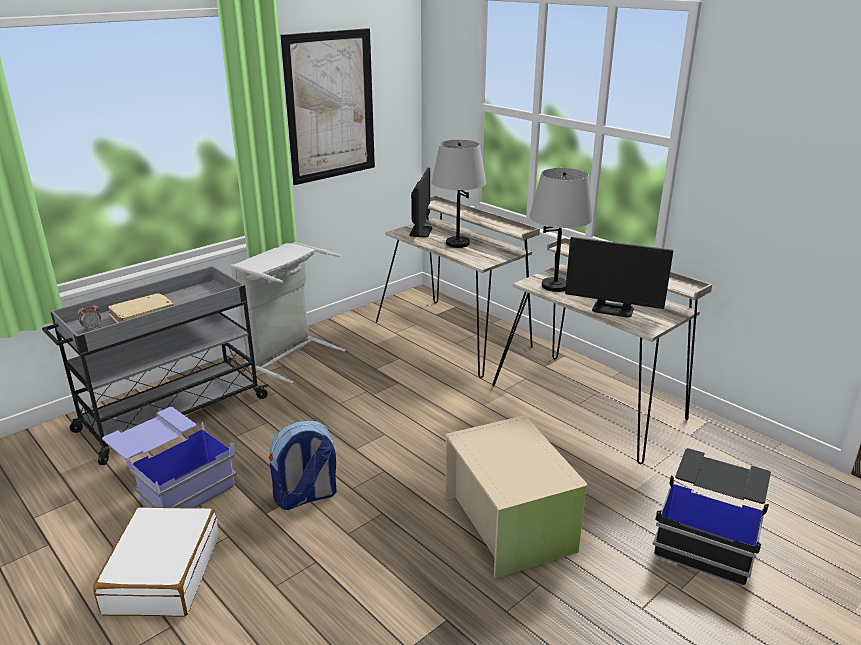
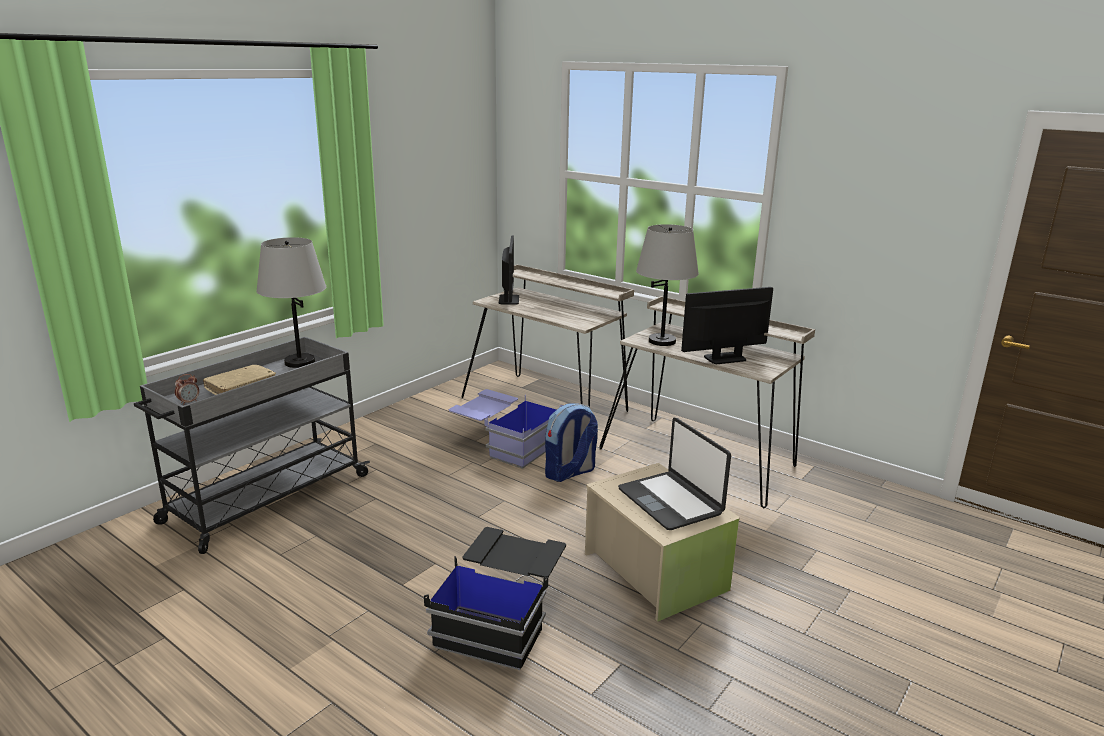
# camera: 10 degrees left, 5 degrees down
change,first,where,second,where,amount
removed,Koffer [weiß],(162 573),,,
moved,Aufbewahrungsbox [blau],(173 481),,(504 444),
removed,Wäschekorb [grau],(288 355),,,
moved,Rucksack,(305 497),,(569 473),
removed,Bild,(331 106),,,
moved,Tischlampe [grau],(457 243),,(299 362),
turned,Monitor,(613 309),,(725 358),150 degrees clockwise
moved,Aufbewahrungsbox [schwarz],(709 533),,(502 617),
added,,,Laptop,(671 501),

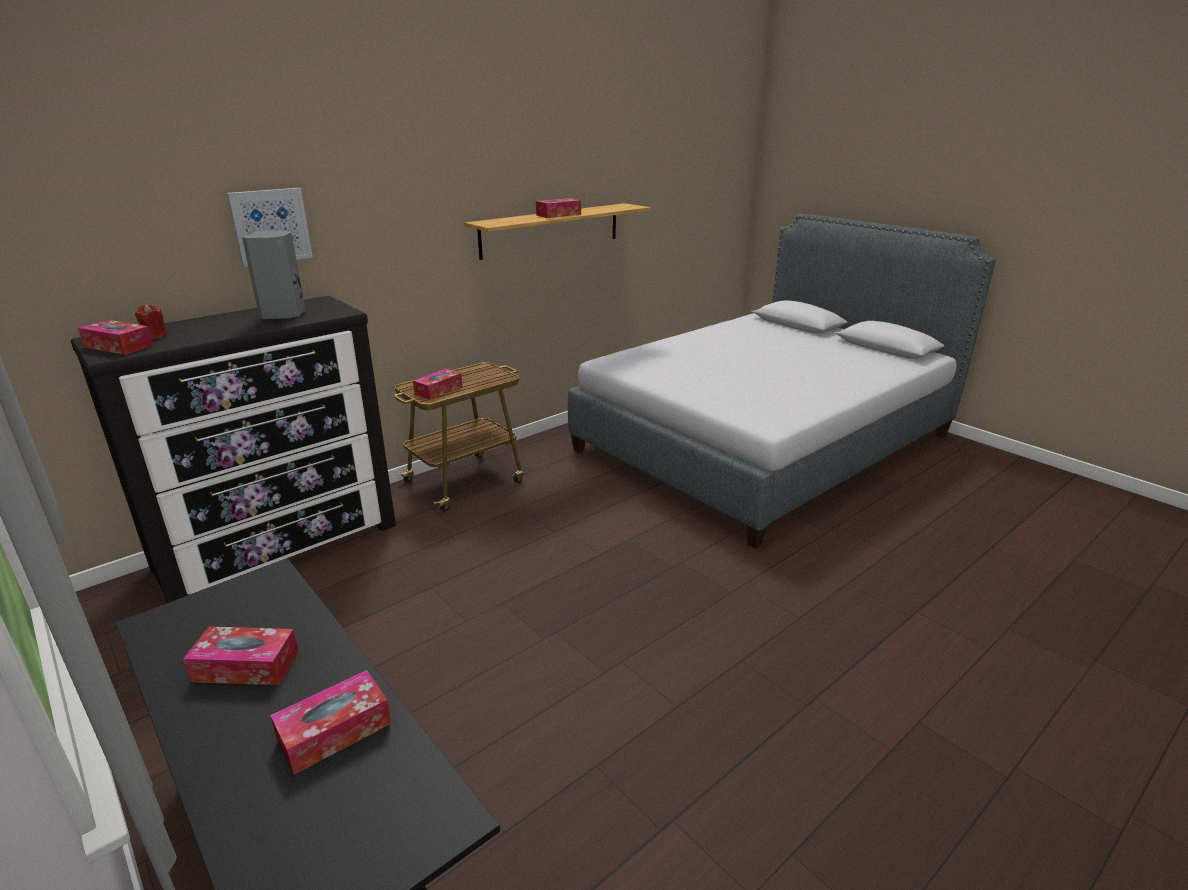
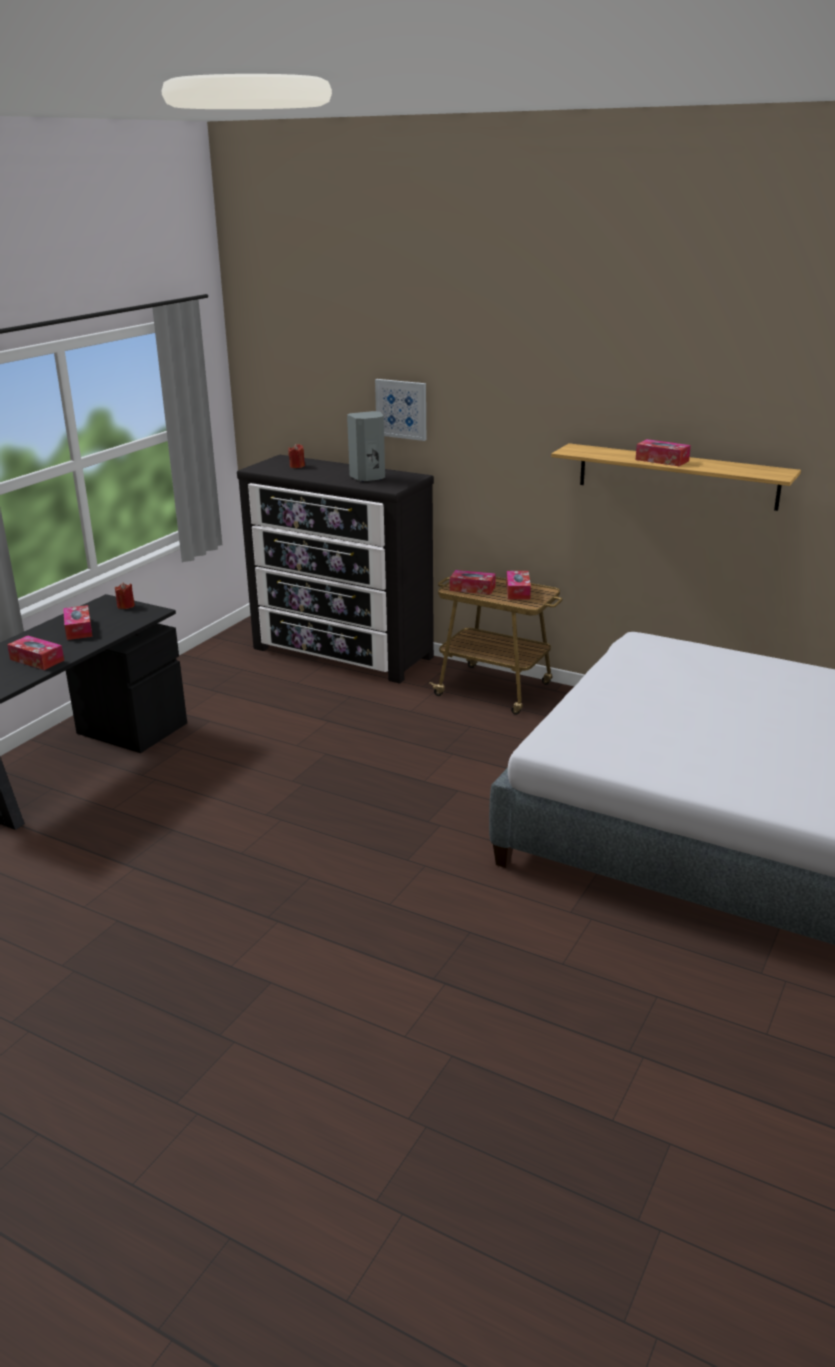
# camera: 70 degrees right, 0 degrees up
change,first,where,second,where,amount
moved,Taschentuchbox,(119 346),,(518 591),
added,,,Kerze [rot],(126 606),

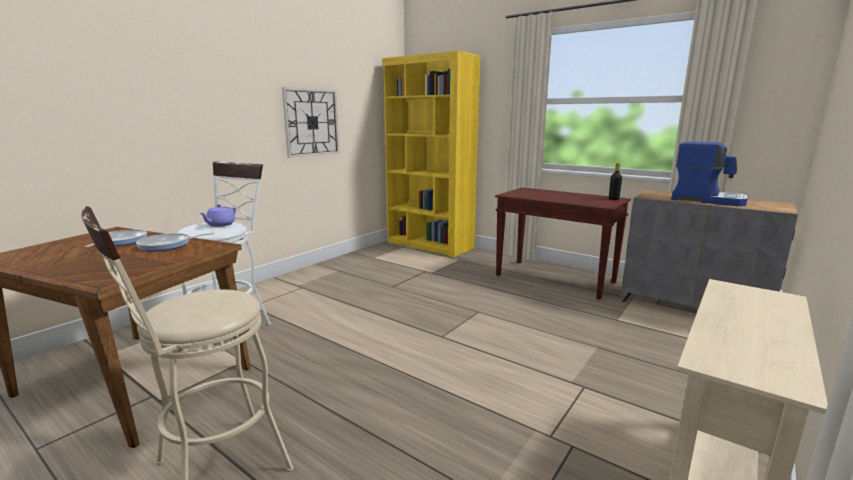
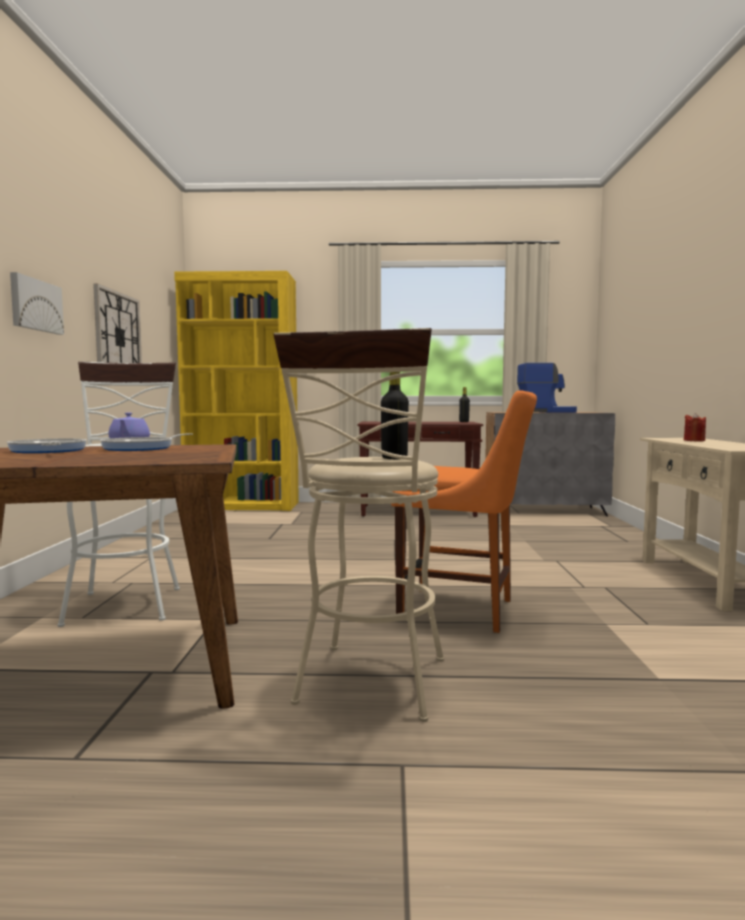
# camera: 35 degrees left, 10 degrees down
change,first,where,second,where,amount
added,,,Bild,(35 305),
added,,,Flasche [schwarz],(394 458),
added,,,Stuhl [orange],(463 610),
added,,,Kerze [rot],(694 440),

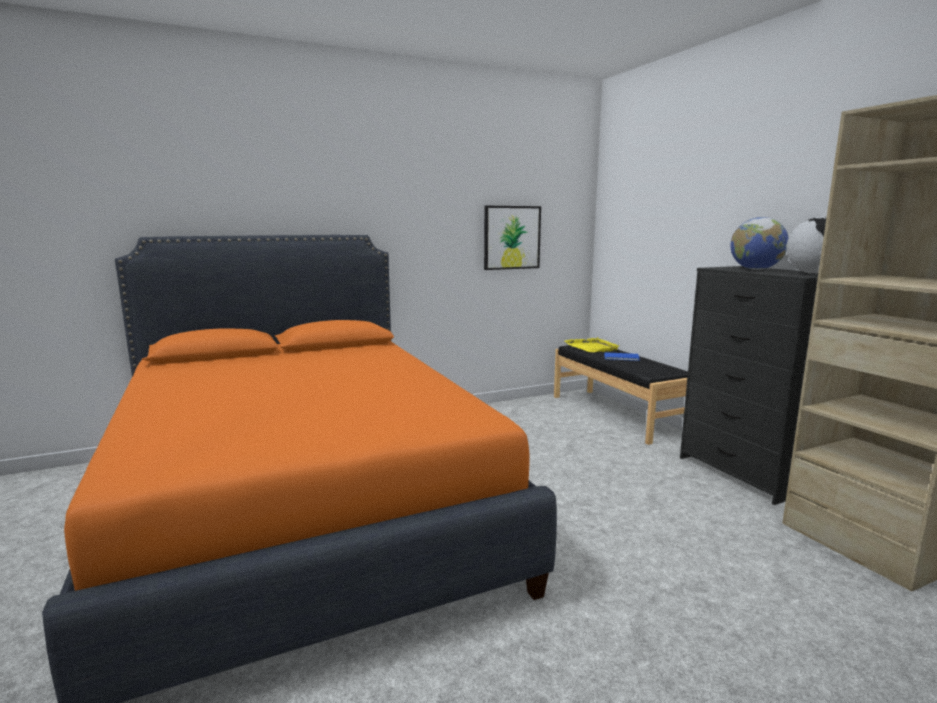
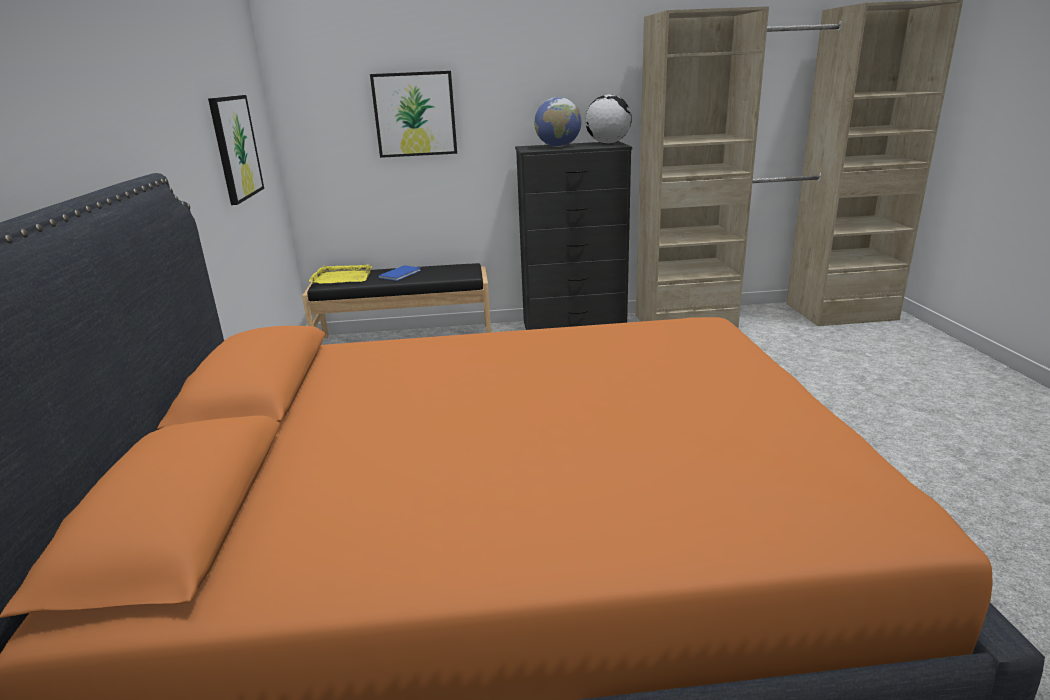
# camera: 70 degrees left, 10 degrees up
change,first,where,second,where,amount
added,,,Bild,(415 114),

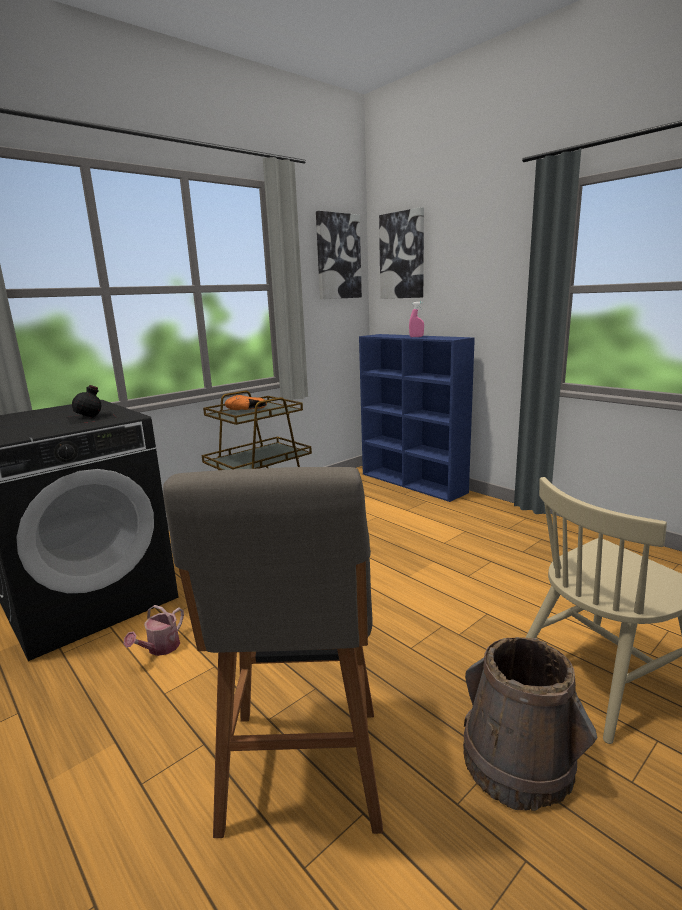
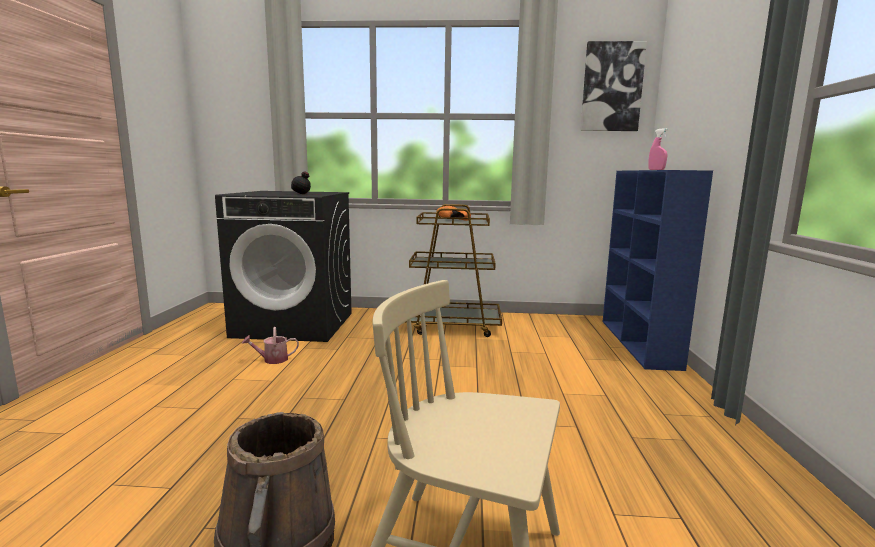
# camera: 45 degrees right, 5 degrees down
change,first,where,second,where,amount
removed,Hocker [grau],(302 774),,,
removed,Bild,(402 255),,,

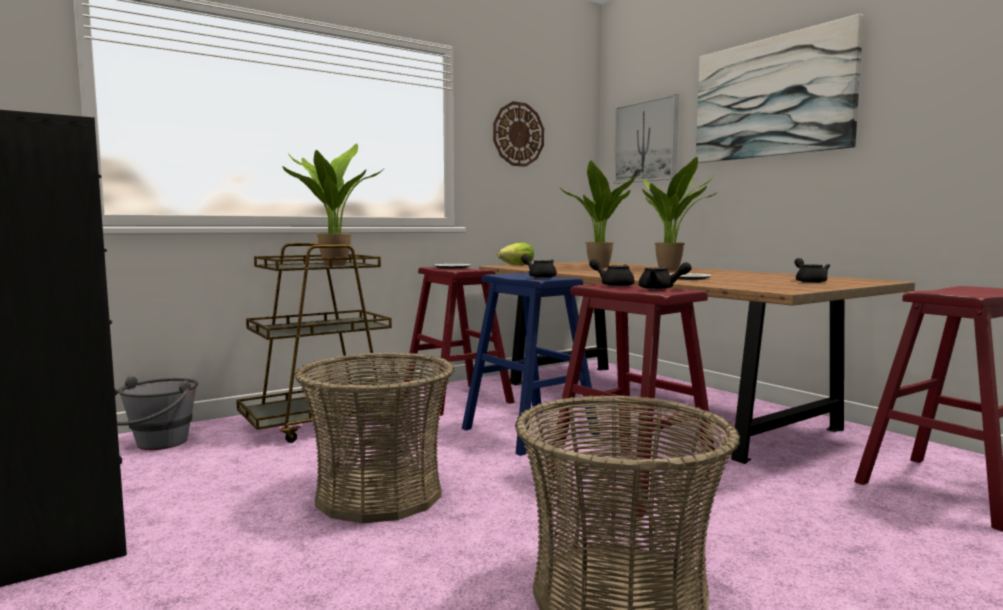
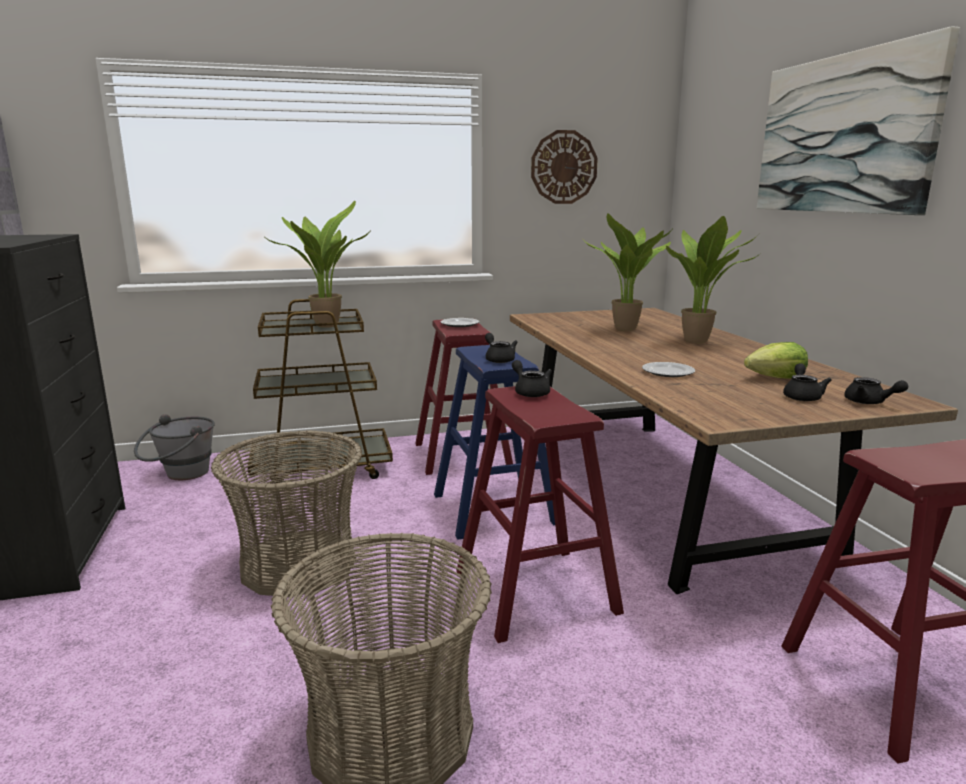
# camera: 20 degrees right, 10 degrees up
change,first,where,second,where,amount
moved,Salatkopf,(517 265),,(775 378),
removed,Bild,(646 141),,,
moved,Teekanne [schwarz],(661 289),,(869 402),

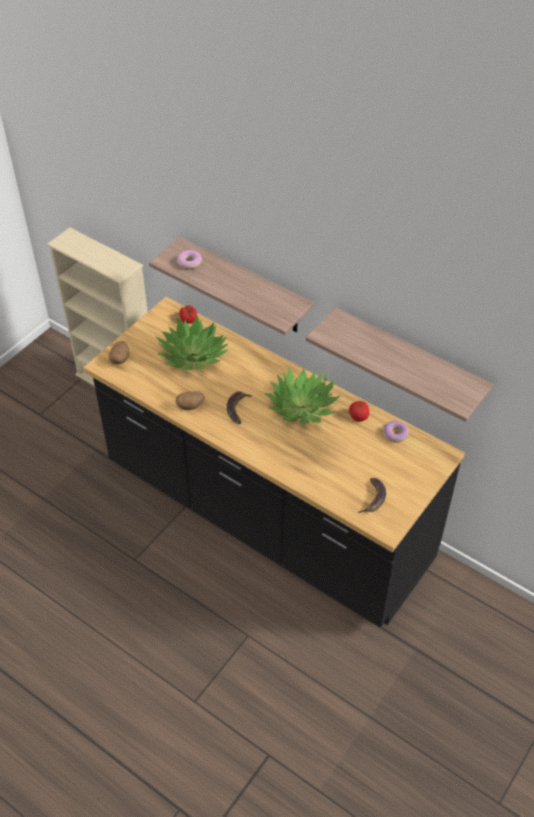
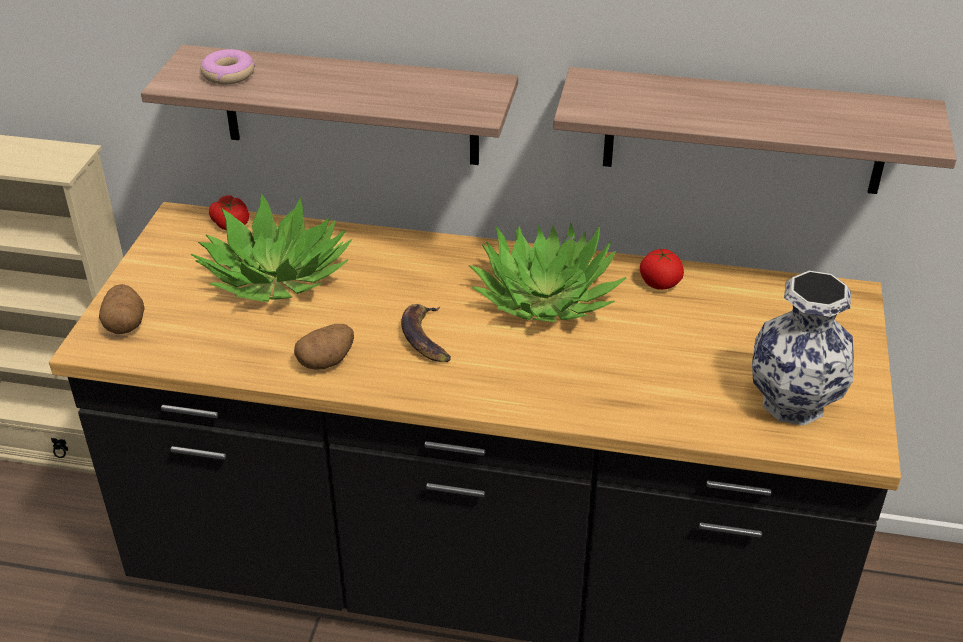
# camera: 25 degrees left, 10 degrees down
change,first,where,second,where,amount
replaced,Banane,(373 498),Vase,(794 404),
removed,Donut,(395 434),,,

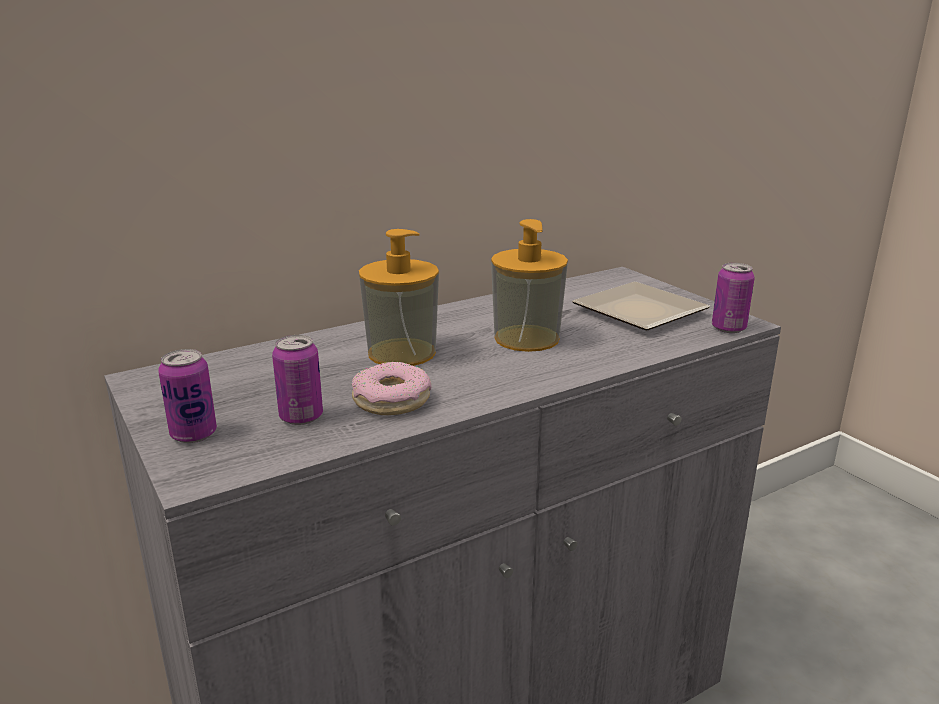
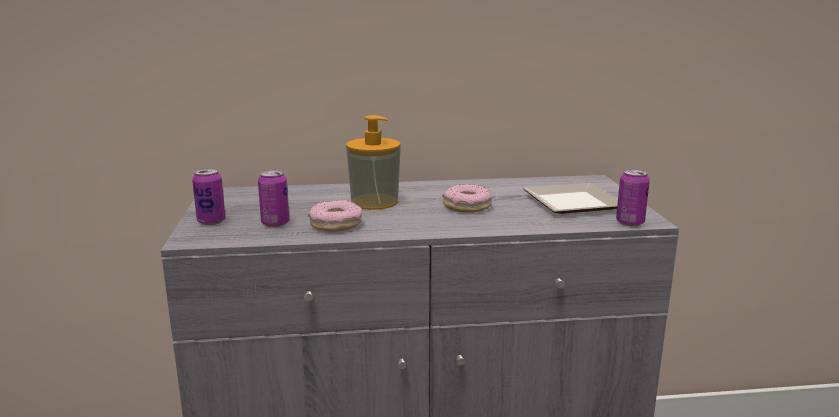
# camera: 25 degrees right, 5 degrees down
change,first,where,second,where,amount
replaced,Seifenspender,(526 338),Donut,(466 206),

